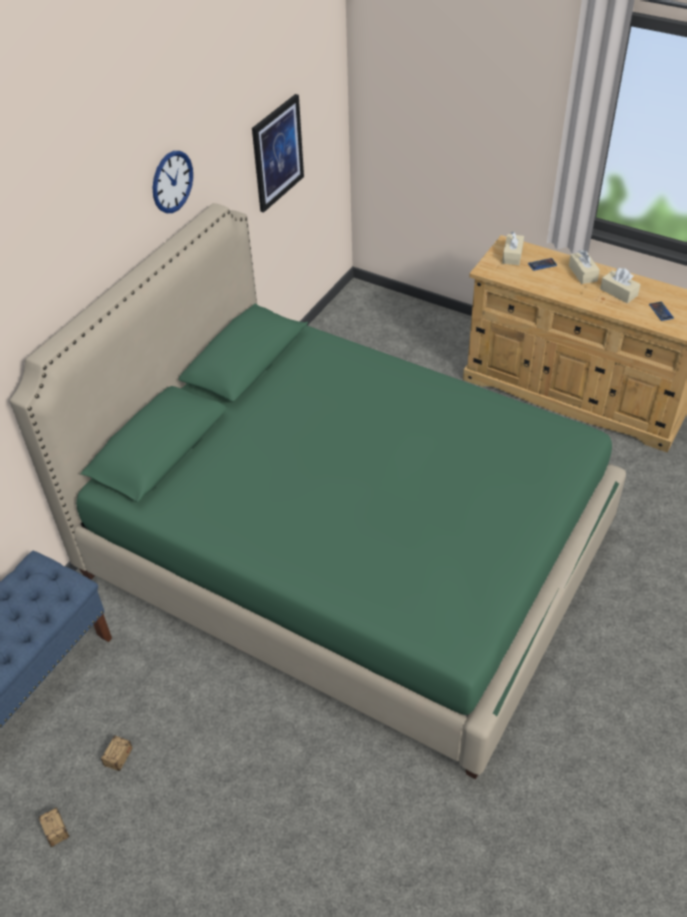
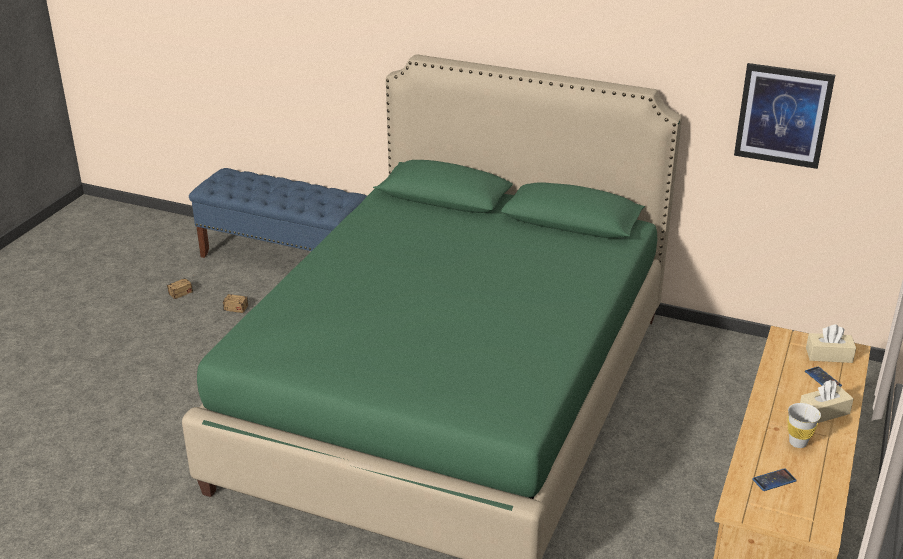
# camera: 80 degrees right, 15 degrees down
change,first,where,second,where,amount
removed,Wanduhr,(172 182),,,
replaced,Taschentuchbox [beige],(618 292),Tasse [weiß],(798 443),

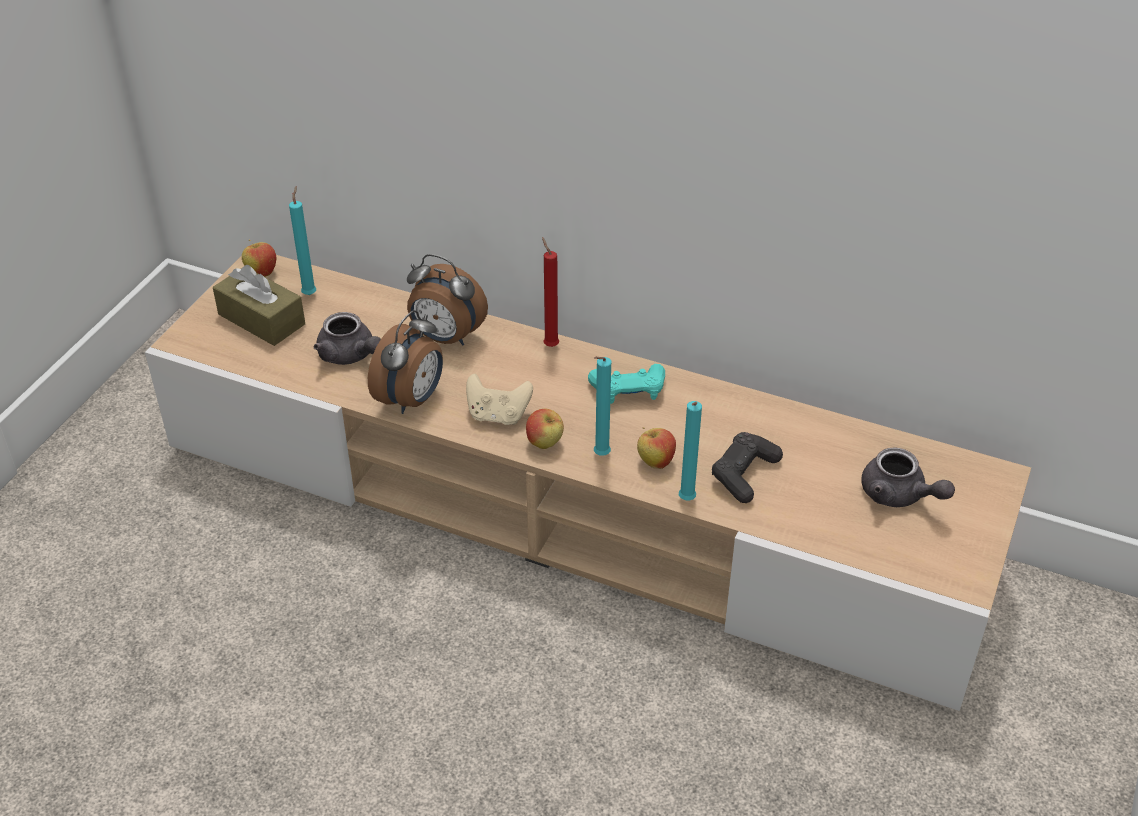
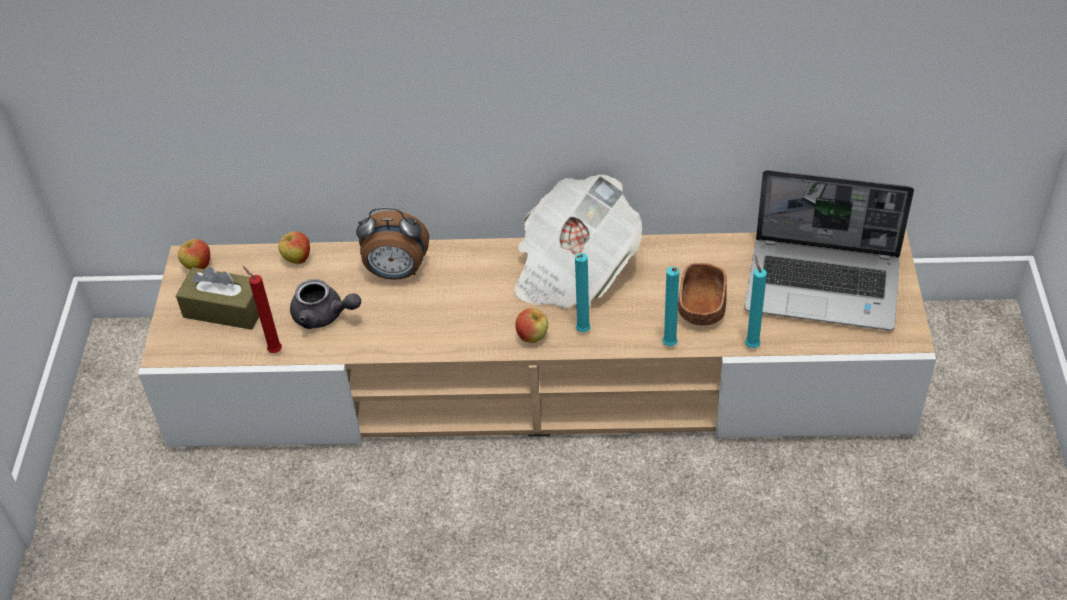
# camera: 20 degrees left, 5 degrees up
change,first,where,second,where,amount
moved,Kerze [türkis],(310 293),,(751 344),
removed,Wecker,(412 399),,,
removed,Gamepad [beige],(498 415),,,
moved,Kerze [rot],(550 345),,(273 350),
replaced,Gamepad [türkis],(628 391),Zeitung,(573 269),
moved,Apfel,(655 462),,(297 259),
replaced,Gamepad [schwarz],(744 474),Schüssel [braun],(701 308),
replaced,Teekanne [grau],(899 495),Laptop,(824 285),

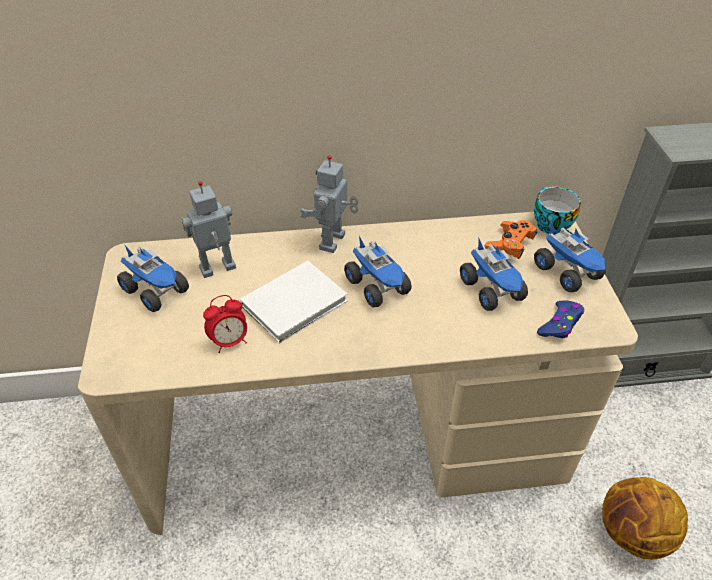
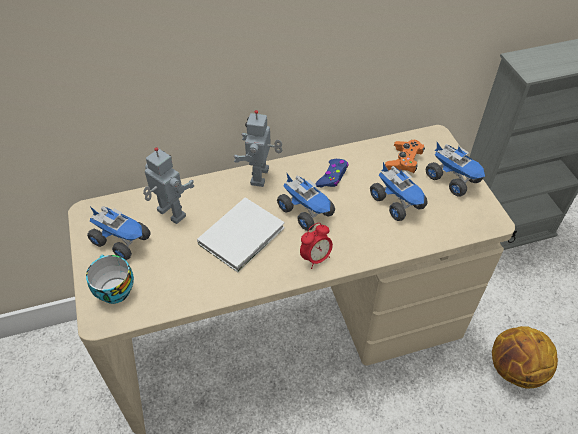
# camera: 10 degrees left, 5 degrees up
change,first,where,second,where,amount
turned,Spielzeugroboter,(218 270),,(170 214),75 degrees clockwise
moved,Wecker,(230 342),,(316 258),
moved,Tasse,(549 224),,(113 289),
moved,Gamepad [blau],(560 324),,(332 176),

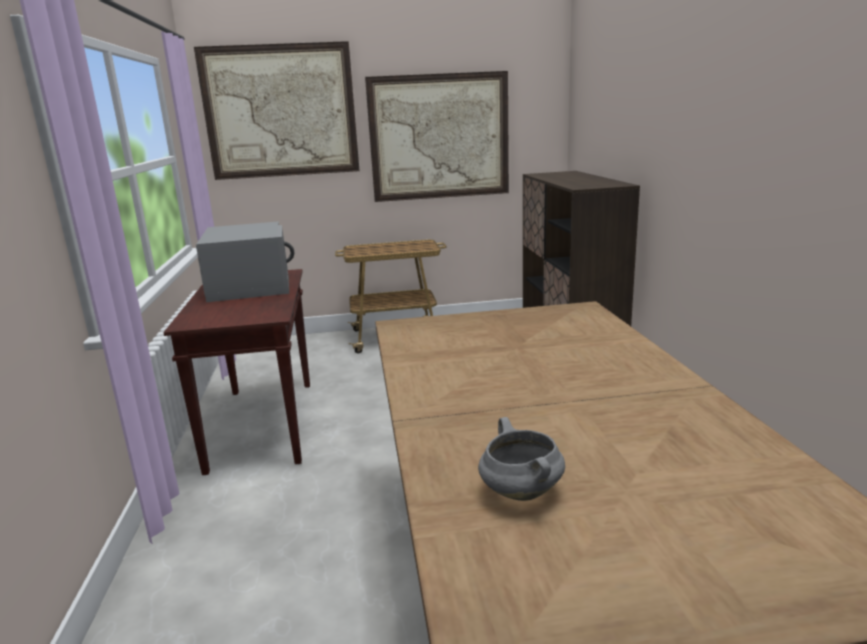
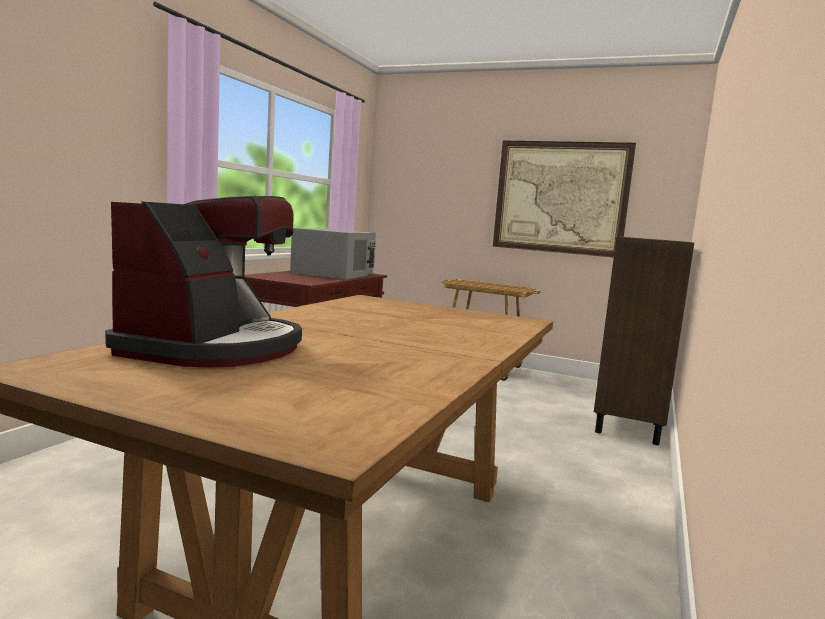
# camera: 30 degrees right, 10 degrees down
change,first,where,second,where,amount
removed,Bild,(280 111),,,
replaced,Kochtopf [grau],(519 492),Kaffeemaschine,(215 347),

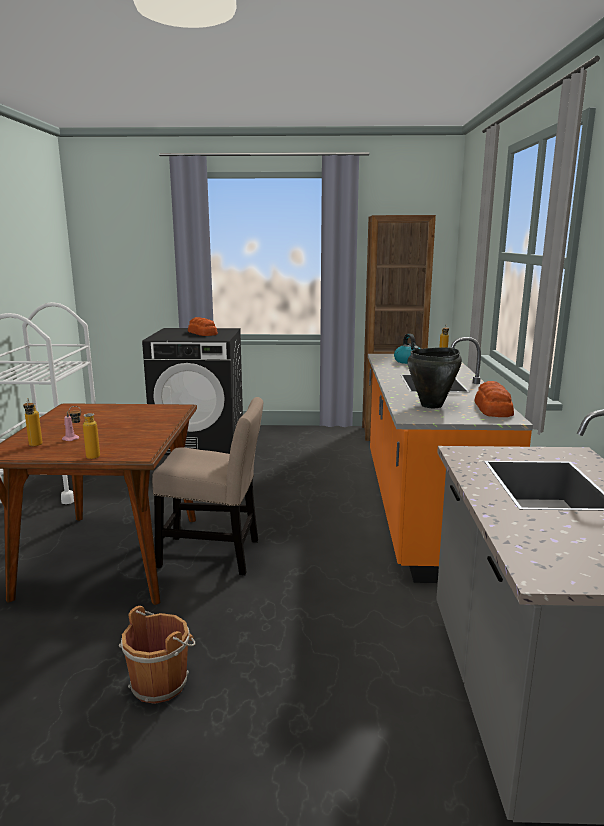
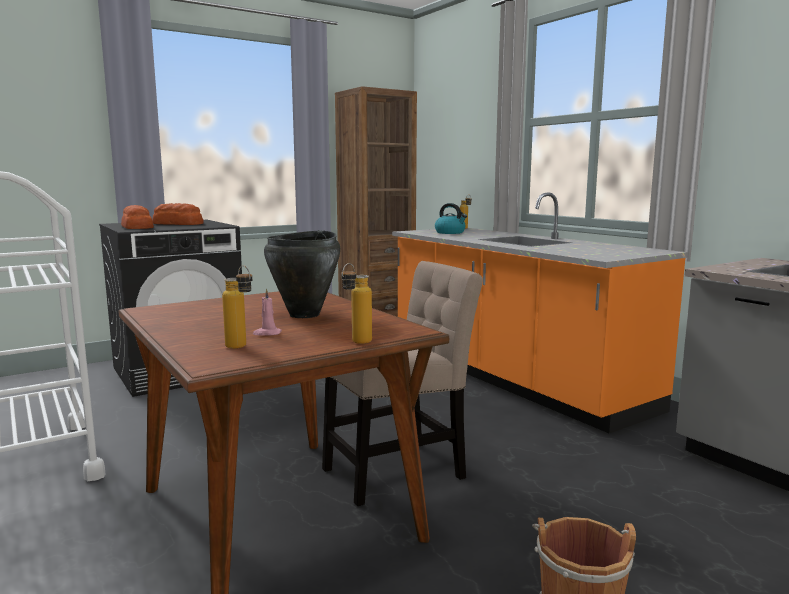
# camera: 35 degrees left, 5 degrees down
change,first,where,second,where,amount
moved,Kochtopf [schwarz],(432 405),,(305 315),
moved,Brot,(492 409),,(137 227),

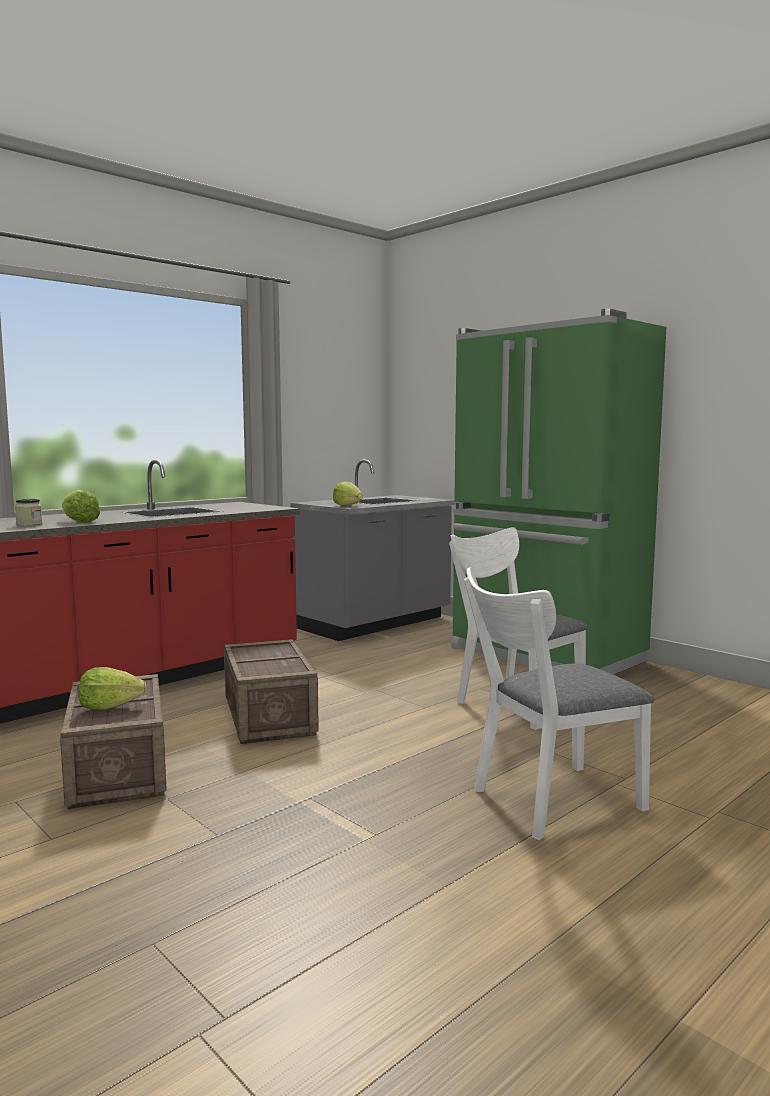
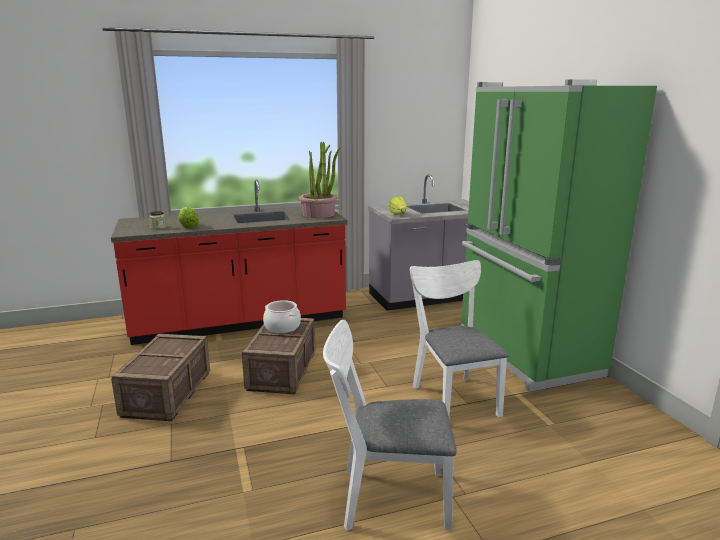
# camera: 25 degrees right, 10 degrees up
change,first,where,second,where,amount
removed,Salatkopf,(109 706),,,
added,,,Kochtopf,(282 327),
added,,,Topfpflanze,(319 214),

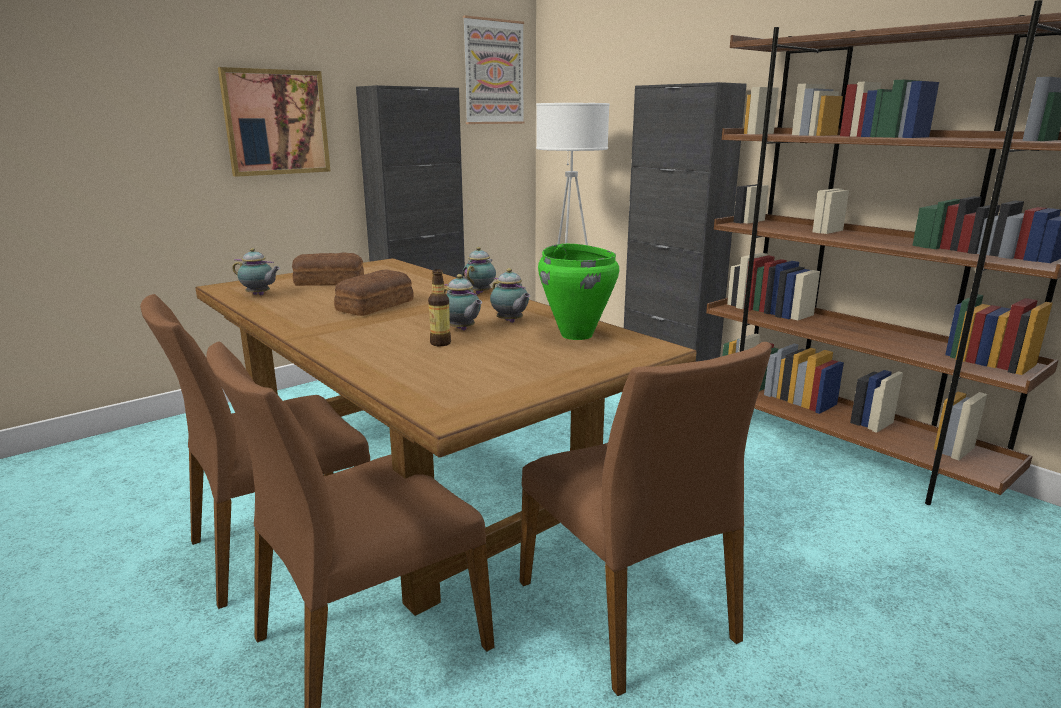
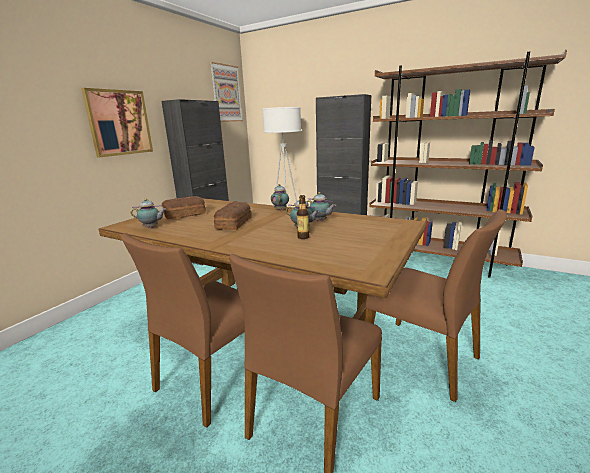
# camera: 20 degrees left, 0 degrees up
change,first,where,second,where,amount
removed,Kochtopf [grün],(577 335),,,

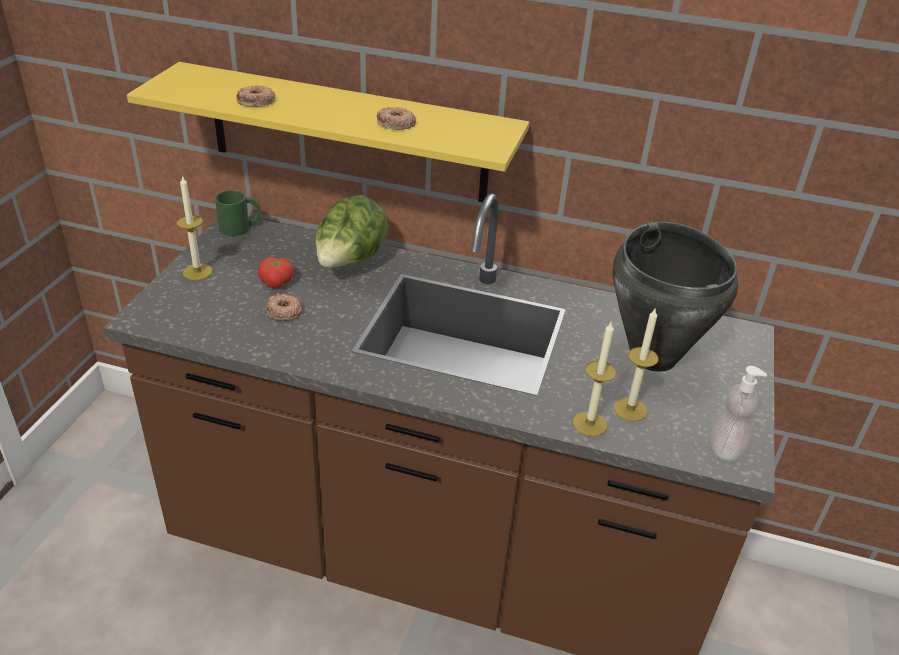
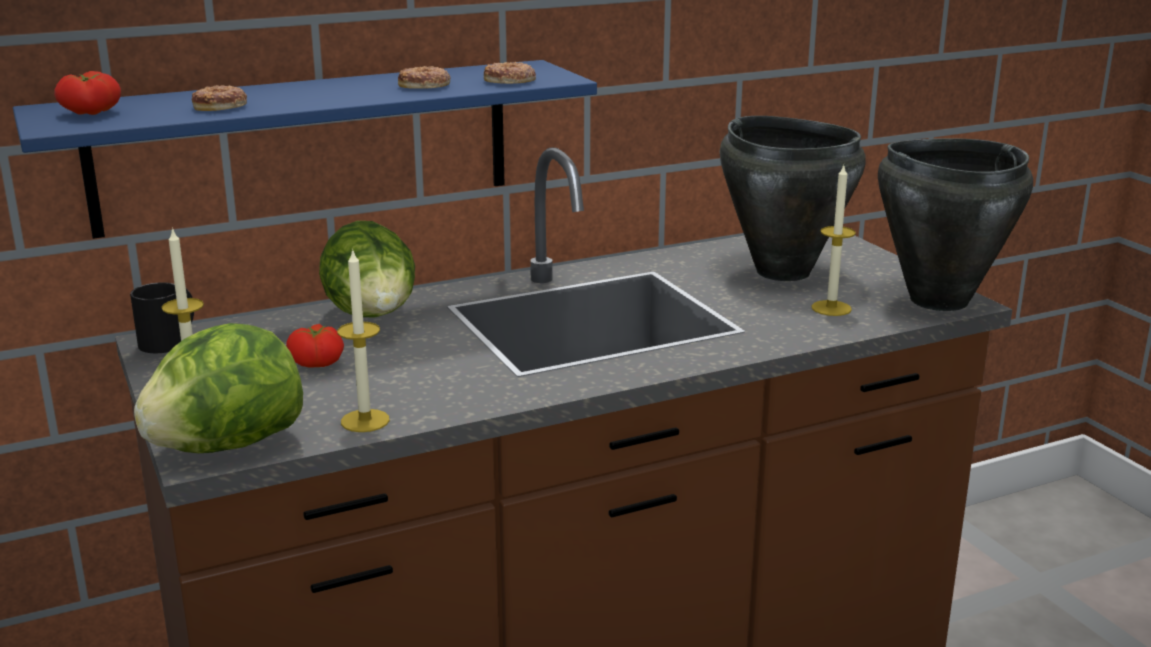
# camera: 40 degrees left, 15 degrees down
change,first,where,second,where,amount
recoloured,Wandregal [gelb],(347 133),Wandregal [blau],(305 146),
recoloured,Henkelbecher [grün],(240 227),Henkelbecher [schwarz],(170 340),
moved,Donut,(284 311),,(509 81),
moved,Kerze,(589 424),,(365 421),
replaced,Seifenspender,(725 448),Kochtopf [schwarz],(937 300),
added,,,Tomate,(91 113),
added,,,Salatkopf,(227 446),

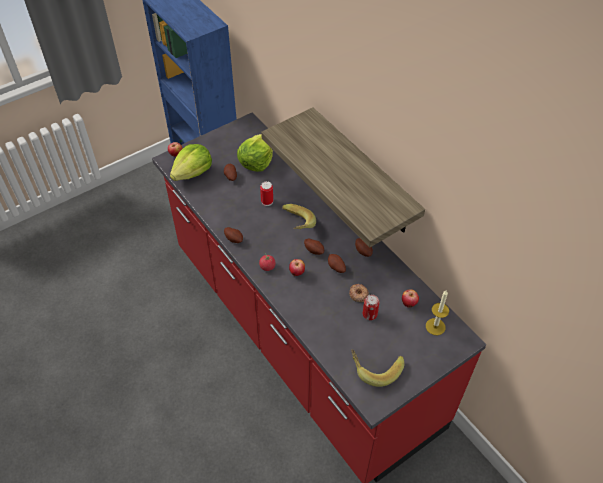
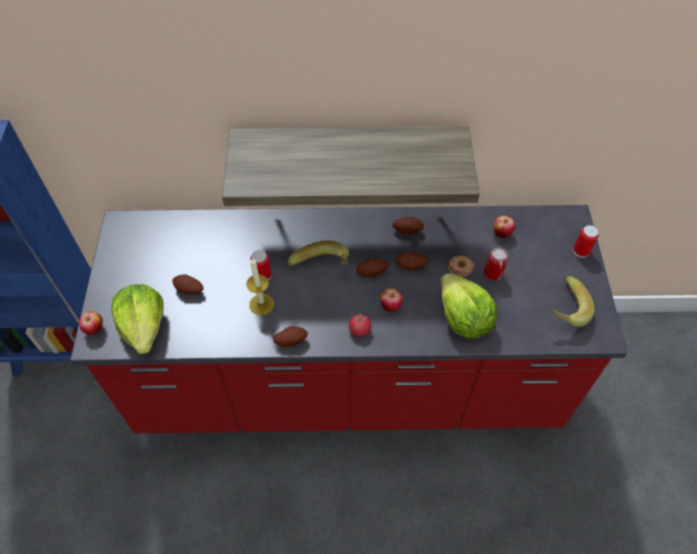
# camera: 55 degrees left, 5 degrees up
change,first,where,second,where,amount
moved,Salatkopf,(256 161),,(463 318),
moved,Kerze,(435 326),,(261 304),
added,,,Dose,(581 251),

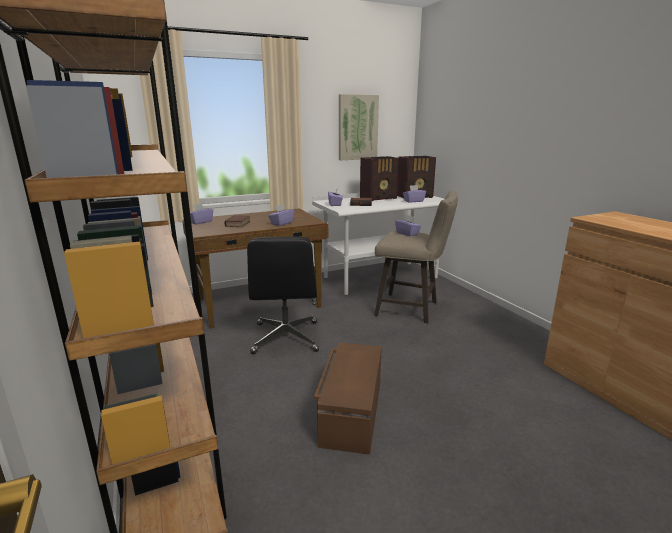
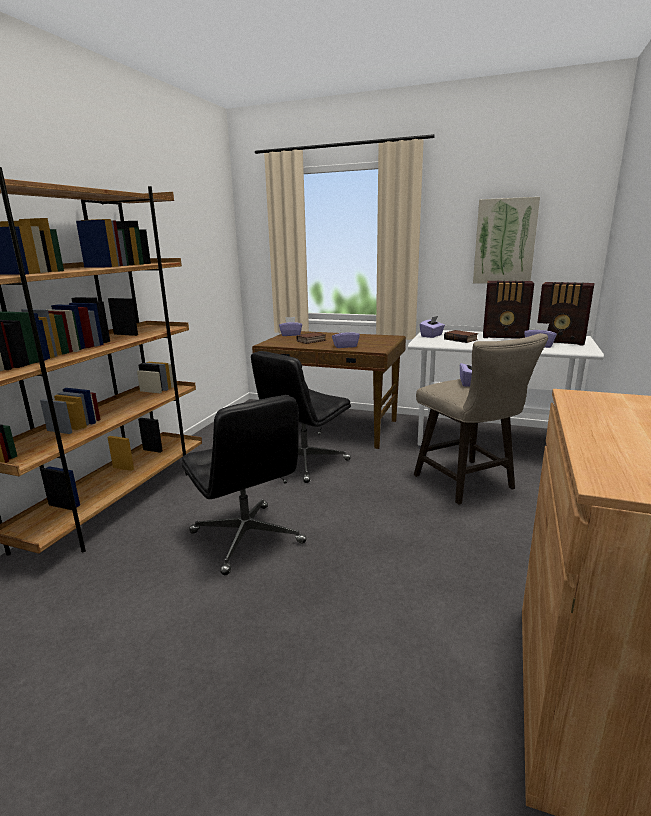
# camera: 45 degrees right, 0 degrees up
change,first,where,second,where,amount
replaced,Aufbewahrungsbox [braun],(350 411),Bürostuhl [schwarz],(248 538),

